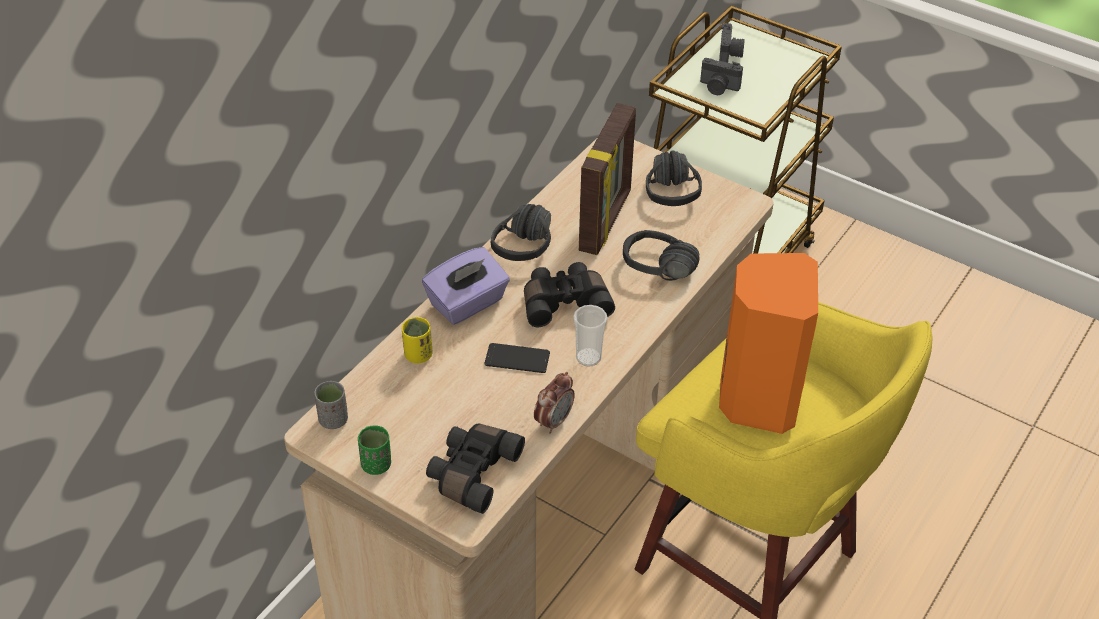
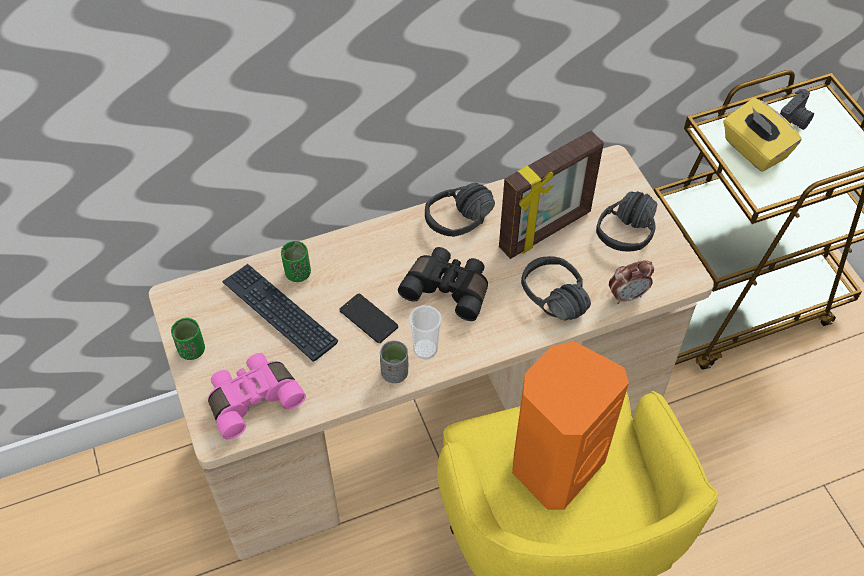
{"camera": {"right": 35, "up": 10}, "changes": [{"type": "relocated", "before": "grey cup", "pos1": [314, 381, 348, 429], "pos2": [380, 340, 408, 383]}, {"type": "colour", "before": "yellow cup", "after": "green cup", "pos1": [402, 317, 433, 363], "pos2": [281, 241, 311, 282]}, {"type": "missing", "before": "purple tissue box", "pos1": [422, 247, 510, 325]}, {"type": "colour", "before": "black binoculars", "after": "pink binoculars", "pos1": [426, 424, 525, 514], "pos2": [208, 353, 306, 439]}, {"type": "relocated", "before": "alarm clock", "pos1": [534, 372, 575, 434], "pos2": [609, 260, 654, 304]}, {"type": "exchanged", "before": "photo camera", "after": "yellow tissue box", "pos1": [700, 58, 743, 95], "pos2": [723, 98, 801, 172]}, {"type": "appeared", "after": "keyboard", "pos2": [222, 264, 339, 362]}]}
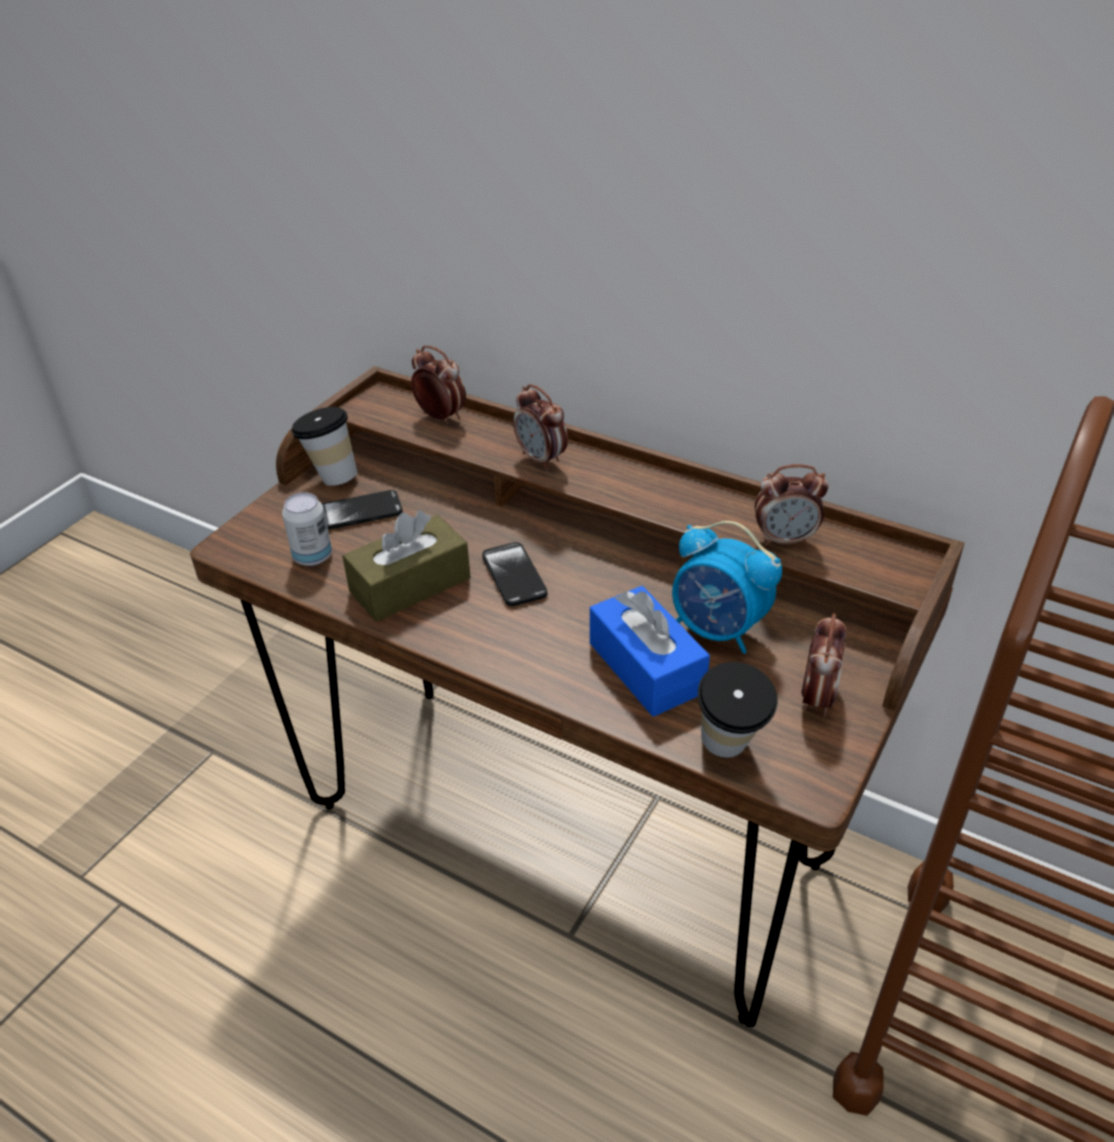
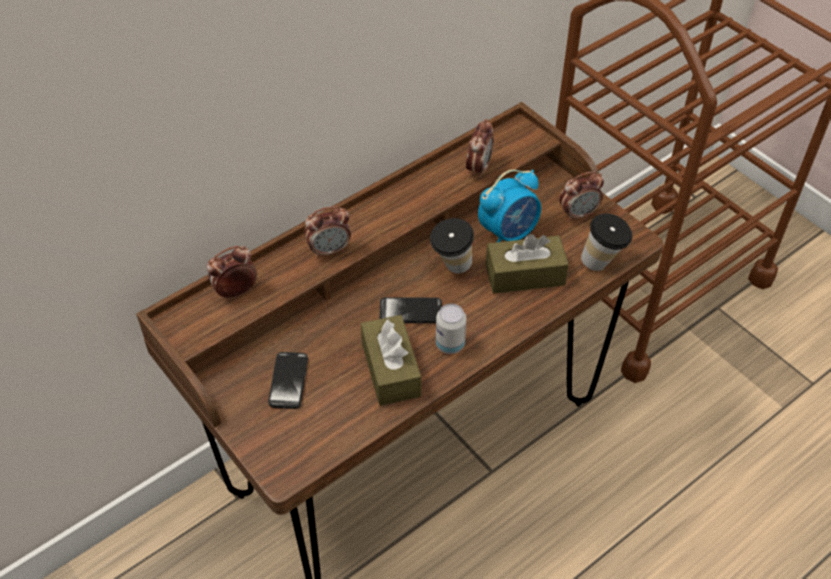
{"camera": {"right": -70, "up": 10}, "changes": [{"type": "relocated", "before": "can", "pos1": [282, 492, 332, 566], "pos2": [436, 304, 466, 354]}, {"type": "relocated", "before": "cup", "pos1": [291, 407, 357, 486], "pos2": [430, 218, 474, 273]}, {"type": "colour", "before": "blue tissue box", "after": "brown tissue box", "pos1": [590, 586, 710, 717], "pos2": [485, 234, 569, 294]}, {"type": "spun", "before": "alarm clock", "pos1": [802, 613, 846, 717], "pos2": [559, 172, 604, 221], "turn": 120}]}
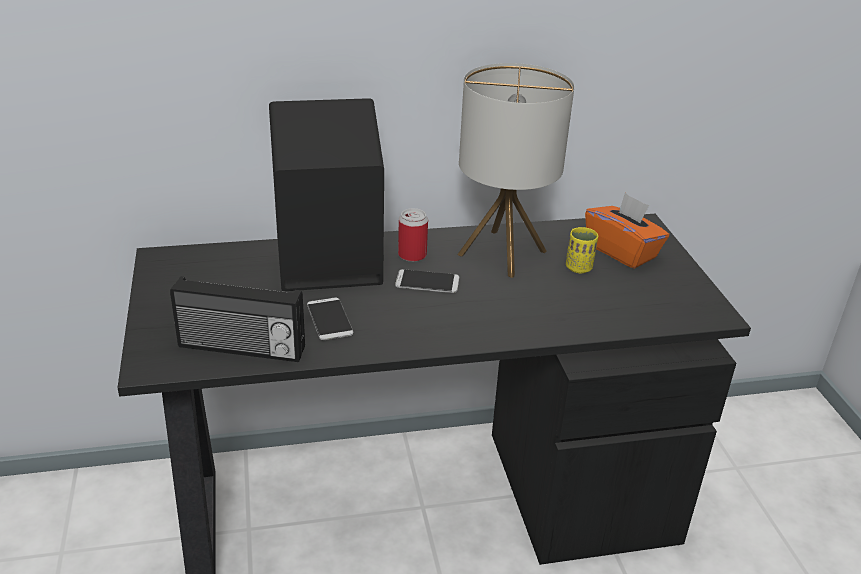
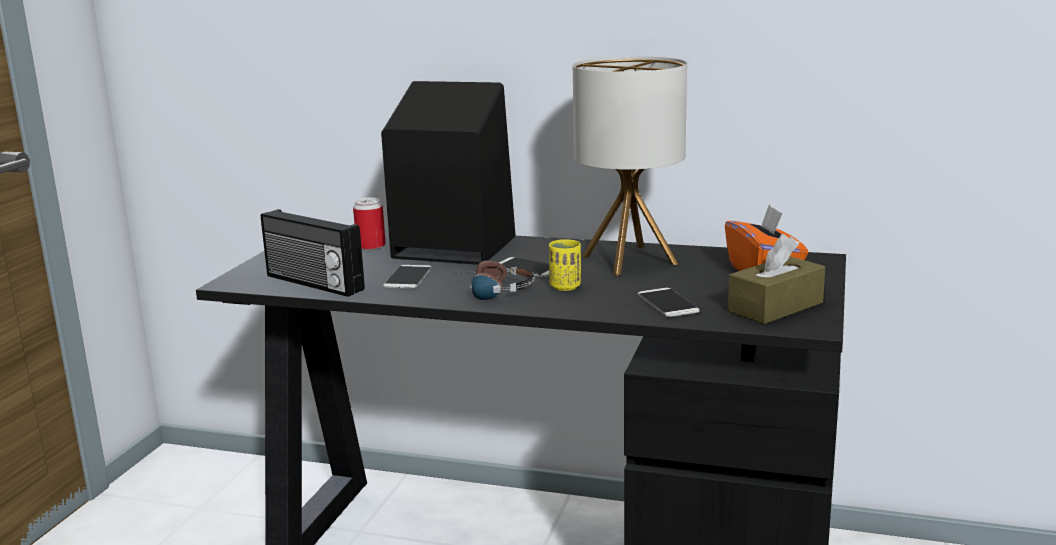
{"camera": {"right": 30, "up": -15}, "changes": [{"type": "relocated", "before": "can", "pos1": [398, 208, 428, 262], "pos2": [353, 198, 386, 250]}, {"type": "relocated", "before": "yellow cup", "pos1": [566, 227, 598, 273], "pos2": [549, 239, 581, 291]}, {"type": "appeared", "after": "headphones", "pos2": [449, 260, 535, 300]}, {"type": "appeared", "after": "phone", "pos2": [638, 288, 700, 317]}, {"type": "appeared", "after": "brown tissue box", "pos2": [728, 234, 825, 324]}]}
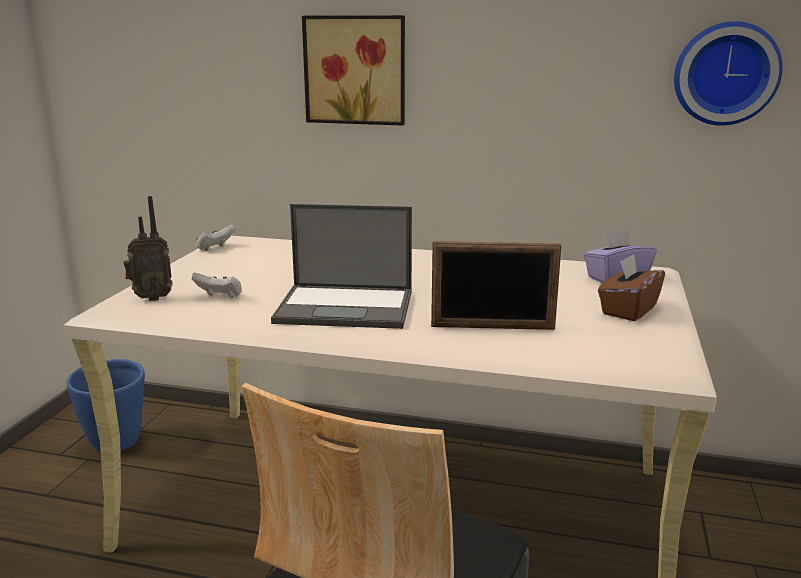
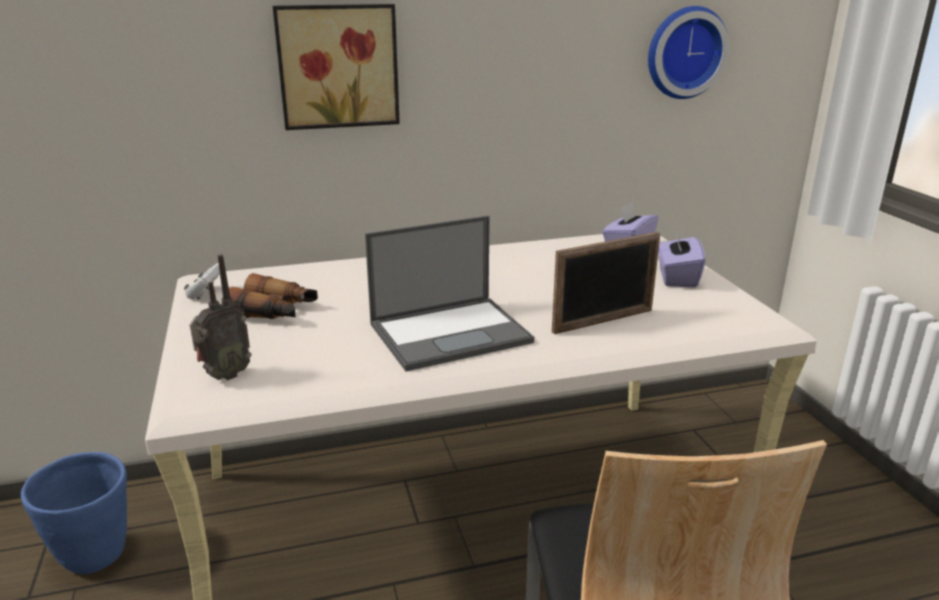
{"camera": {"right": -30, "up": 5}, "changes": [{"type": "missing", "before": "white game controller", "pos1": [192, 272, 242, 298]}, {"type": "colour", "before": "brown tissue box", "after": "purple tissue box", "pos1": [598, 254, 665, 321], "pos2": [658, 227, 705, 288]}, {"type": "appeared", "after": "binoculars", "pos2": [229, 273, 318, 319]}]}
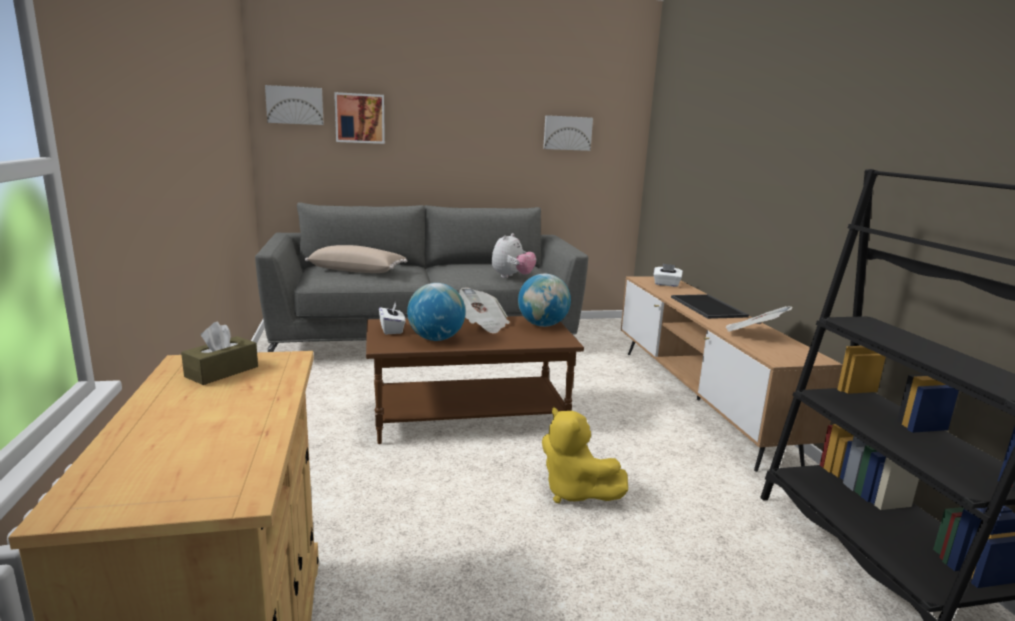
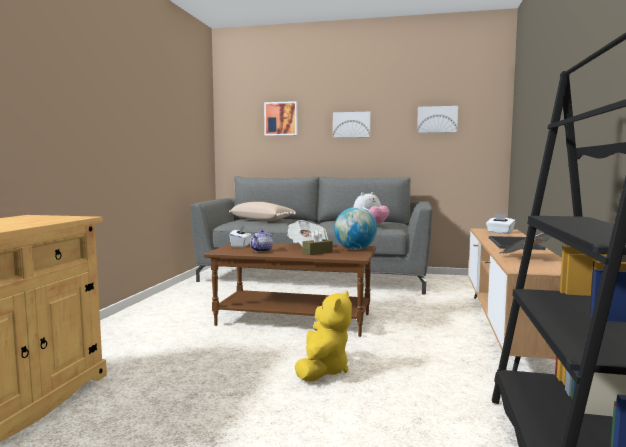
{"camera": {"right": 25, "up": -10}, "changes": [{"type": "relocated", "before": "brown tissue box", "pos1": [181, 322, 258, 385], "pos2": [303, 230, 333, 255]}, {"type": "relocated", "before": "picture", "pos1": [265, 85, 324, 125], "pos2": [333, 112, 371, 138]}, {"type": "exchanged", "before": "globe", "after": "teapot", "pos1": [407, 283, 466, 341], "pos2": [250, 230, 273, 252]}, {"type": "spun", "before": "yellow plush toy", "pos1": [542, 407, 628, 503], "pos2": [295, 291, 352, 382], "turn": -150}]}
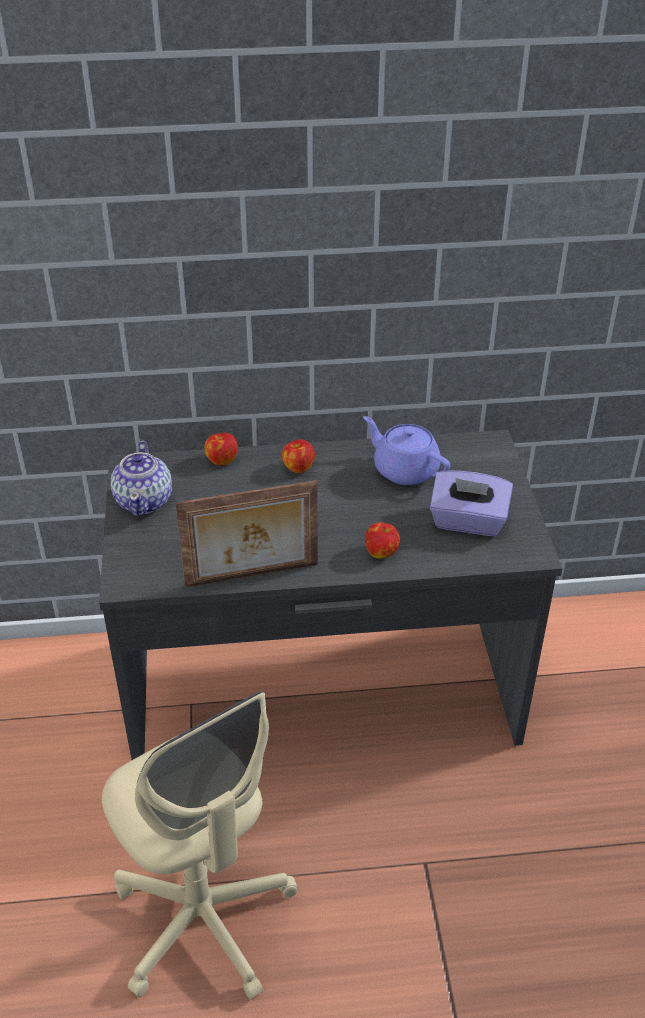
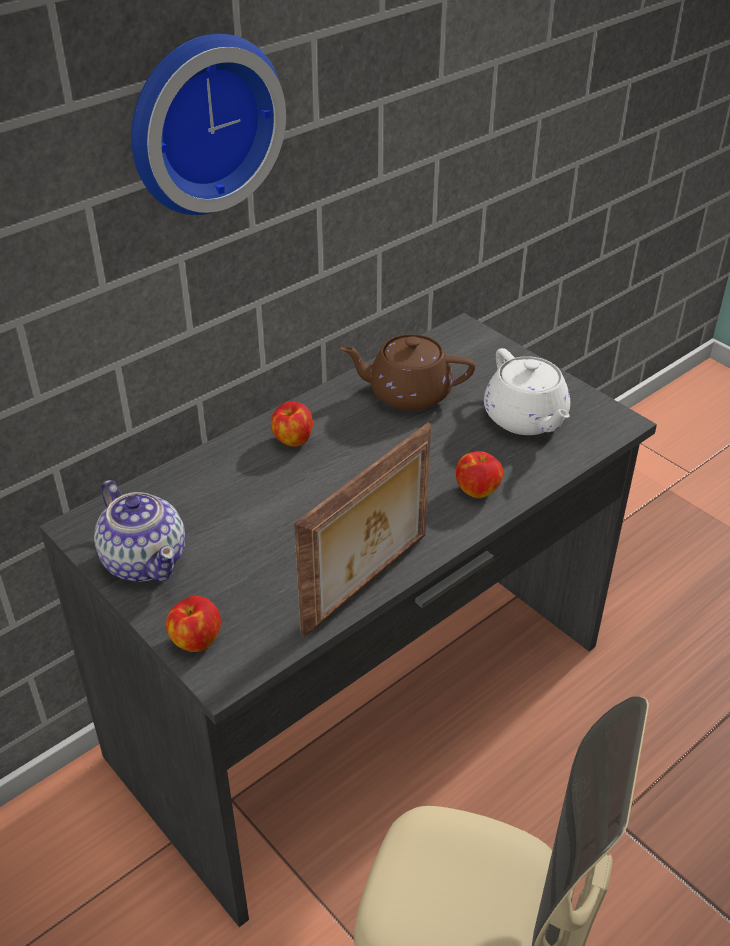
{"camera": {"right": -35, "up": 0}, "changes": [{"type": "relocated", "before": "apple", "pos1": [204, 433, 238, 466], "pos2": [166, 596, 221, 652]}, {"type": "colour", "before": "purple teapot", "after": "brown teapot", "pos1": [363, 416, 450, 485], "pos2": [340, 334, 475, 411]}, {"type": "exchanged", "before": "purple tissue box", "after": "white teapot", "pos1": [430, 470, 513, 536], "pos2": [484, 348, 570, 435]}, {"type": "appeared", "after": "wall clock", "pos2": [131, 34, 286, 215]}]}
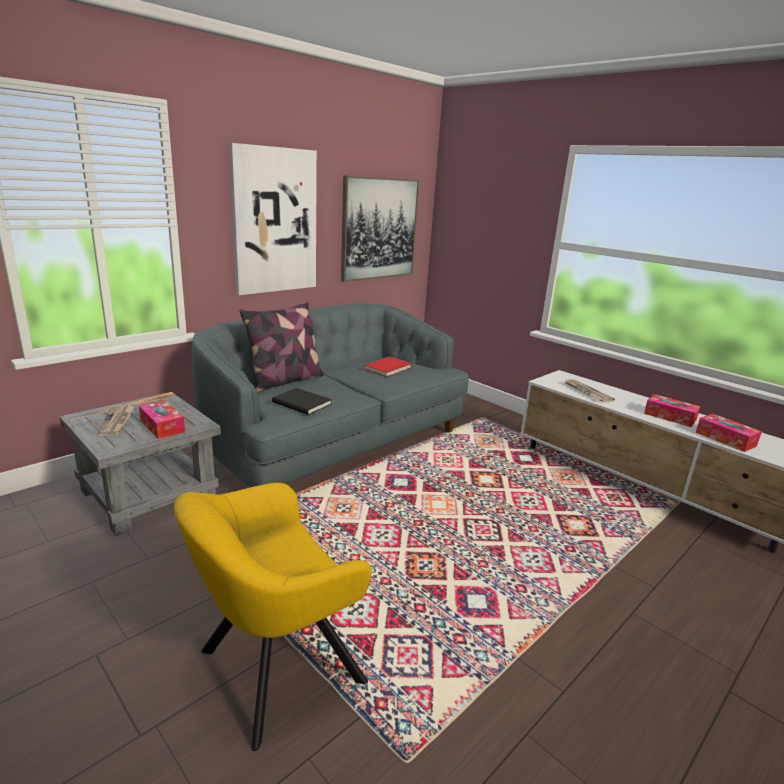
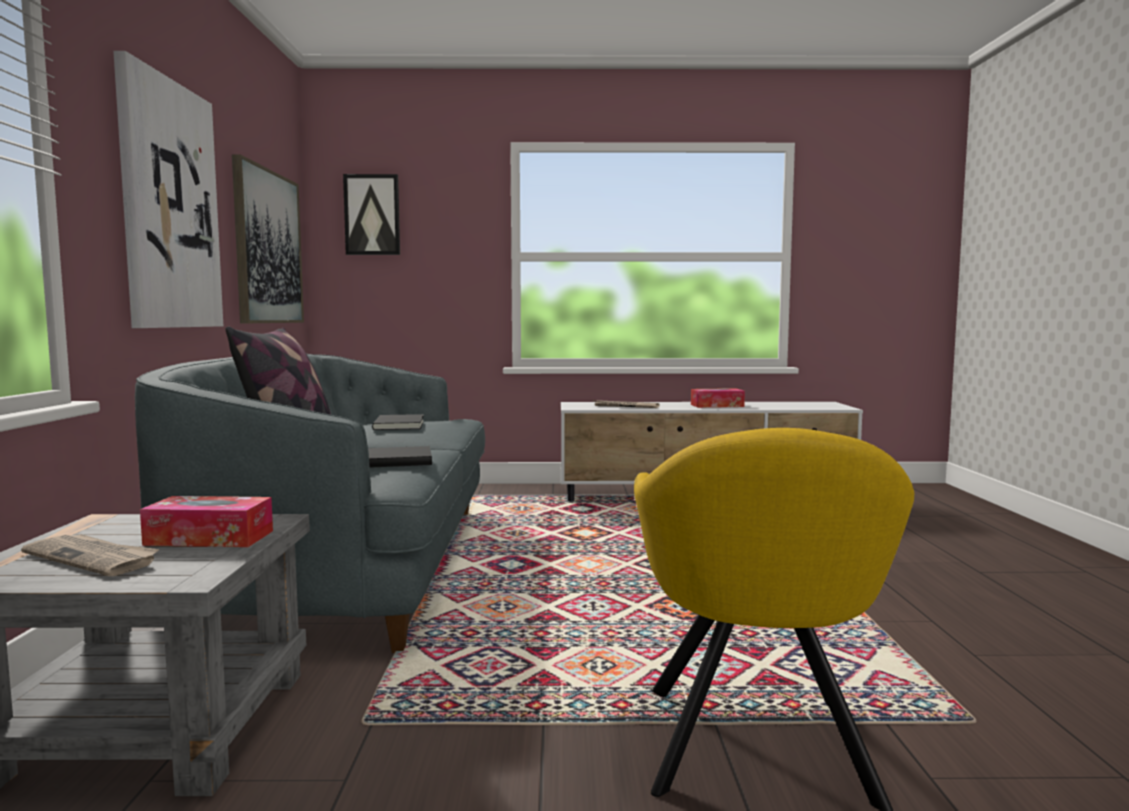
{"camera": {"right": -45, "up": -15}, "changes": [{"type": "colour", "before": "red book", "after": "black book", "pos1": [364, 357, 412, 377], "pos2": [372, 414, 424, 430]}, {"type": "missing", "before": "tissue box", "pos1": [696, 413, 762, 452]}, {"type": "appeared", "after": "picture", "pos2": [343, 174, 400, 255]}]}
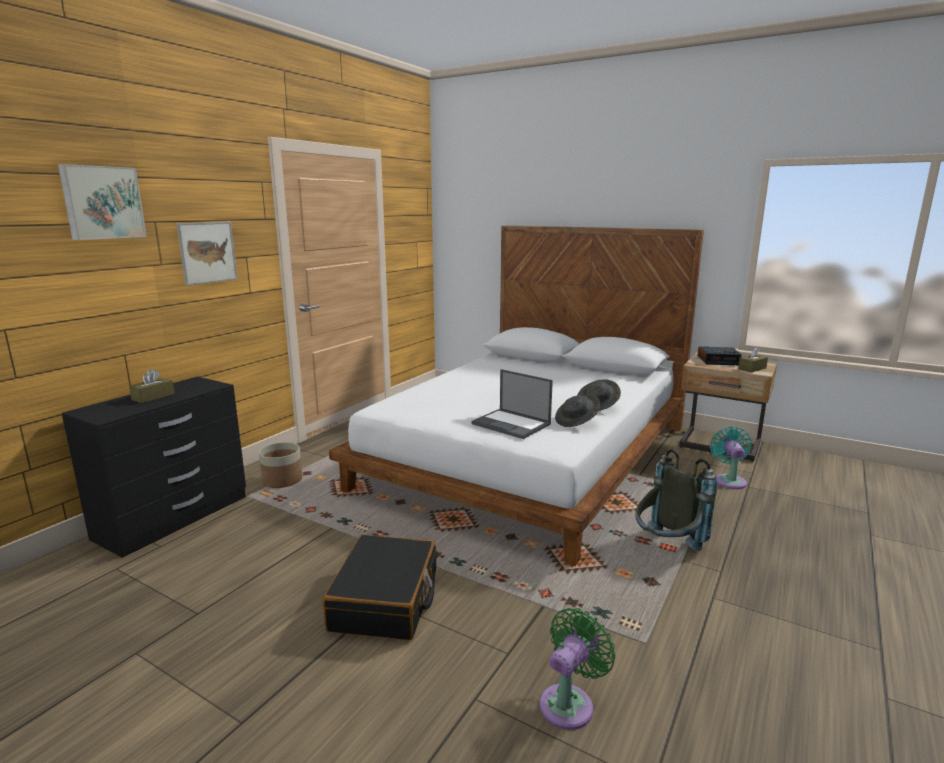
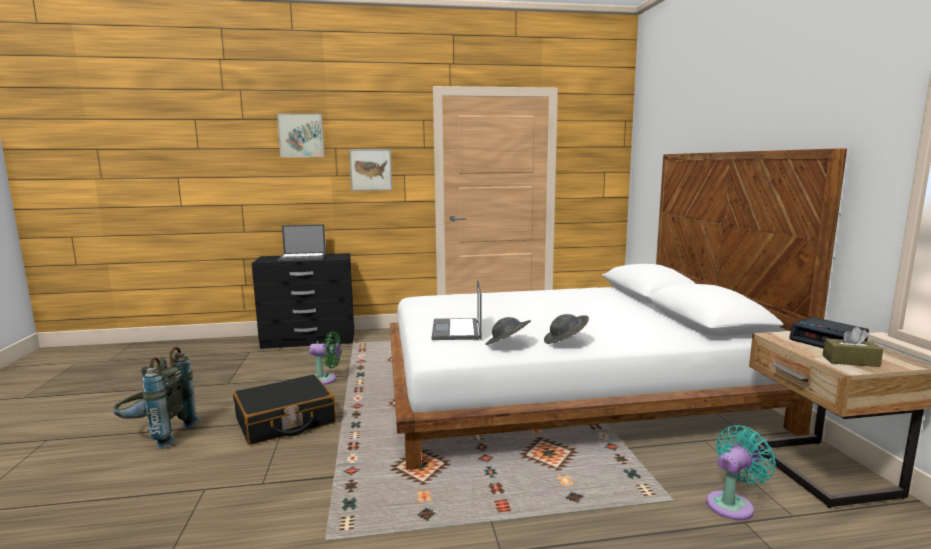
{"camera": {"right": 50, "up": -5}, "changes": [{"type": "exchanged", "before": "brown tissue box", "after": "laptop", "pos1": [129, 369, 175, 403], "pos2": [278, 224, 326, 261]}, {"type": "missing", "before": "planter", "pos1": [259, 442, 302, 488]}, {"type": "relocated", "before": "green fan", "pos1": [540, 608, 616, 730], "pos2": [309, 332, 341, 385]}, {"type": "relocated", "before": "grey backpack", "pos1": [635, 449, 717, 551], "pos2": [113, 347, 199, 449]}]}
